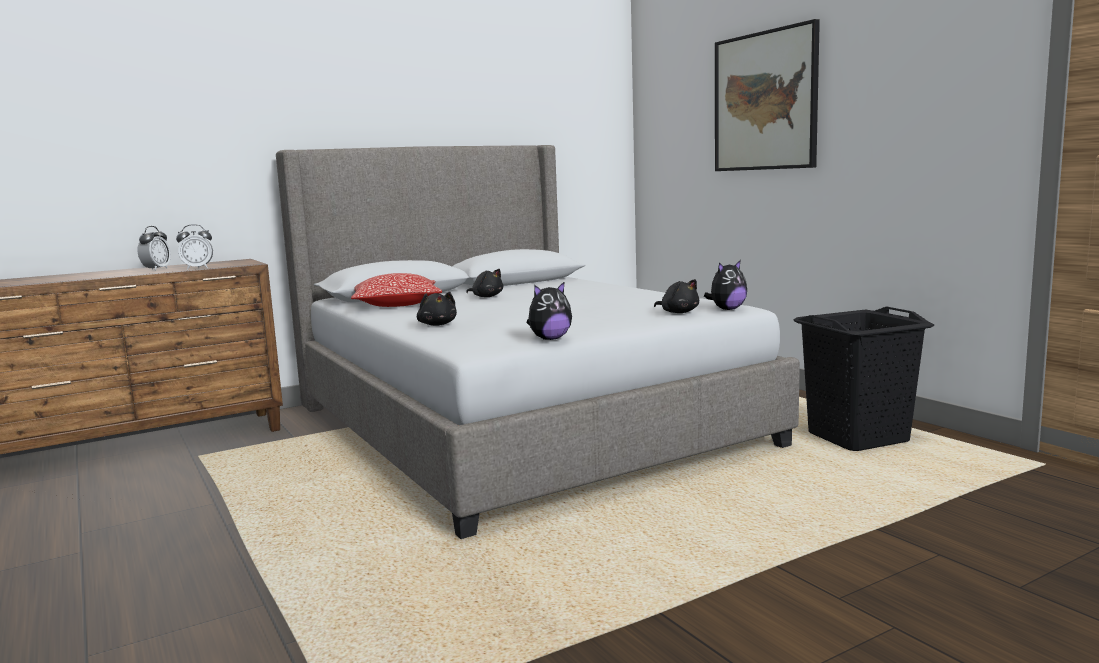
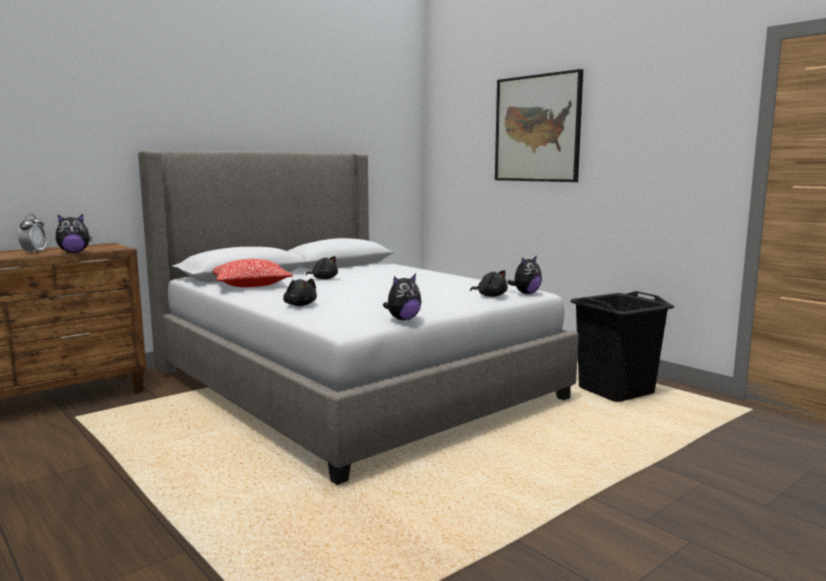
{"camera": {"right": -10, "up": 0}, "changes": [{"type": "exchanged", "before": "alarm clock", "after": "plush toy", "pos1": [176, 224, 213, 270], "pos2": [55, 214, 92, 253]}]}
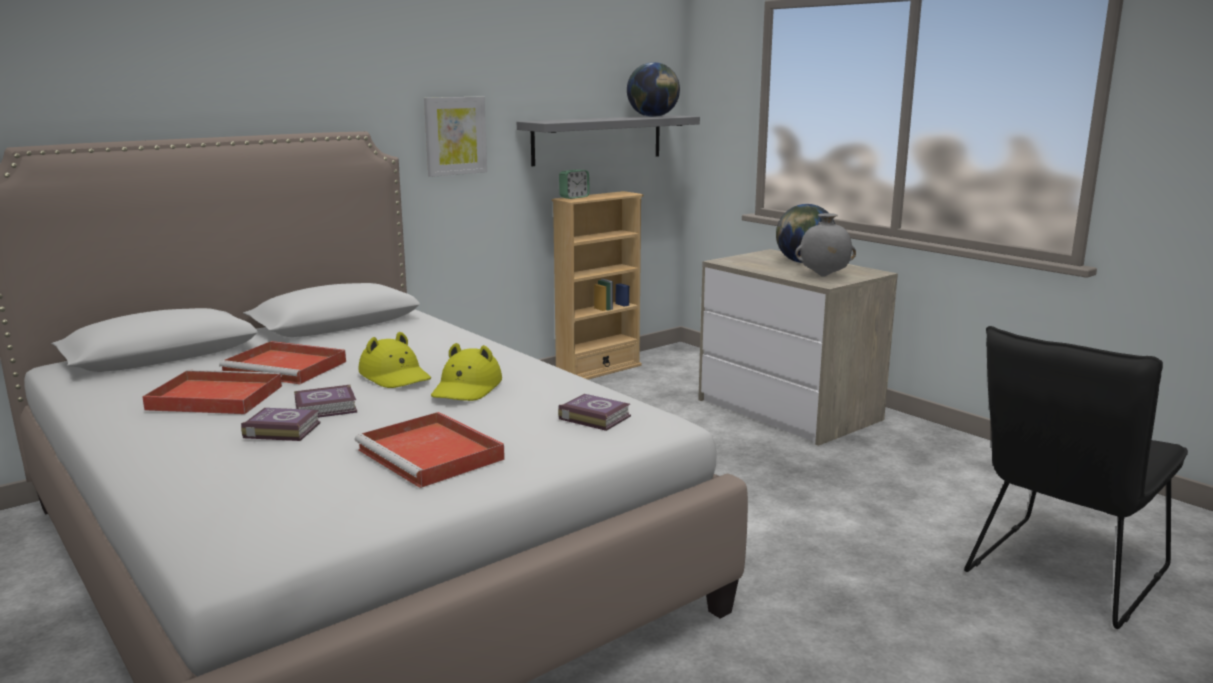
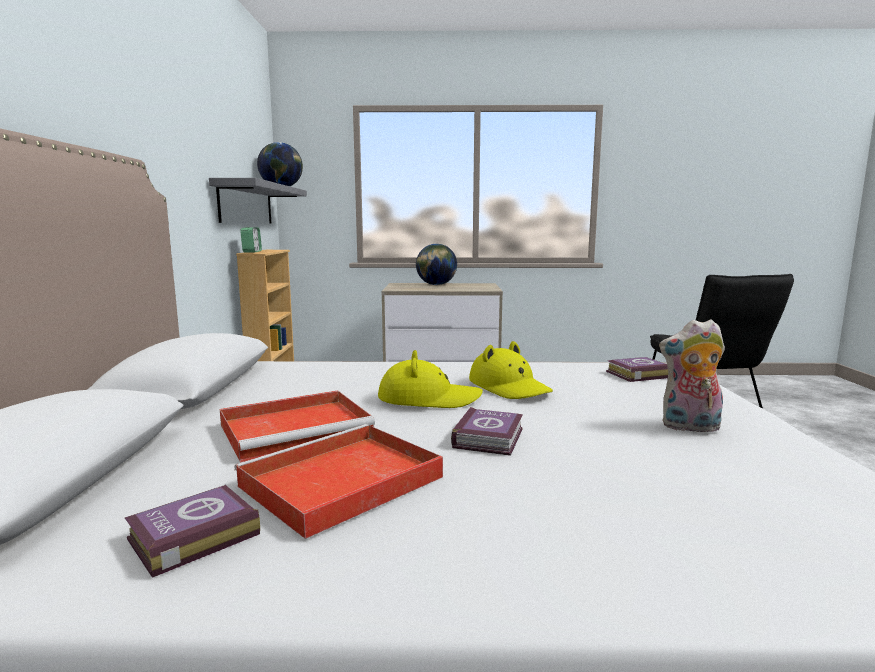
{"camera": {"right": -50, "up": -5}, "changes": [{"type": "relocated", "before": "book", "pos1": [241, 408, 321, 441], "pos2": [125, 485, 260, 578]}, {"type": "exchanged", "before": "red tray", "after": "plush toy", "pos1": [355, 412, 505, 488], "pos2": [659, 319, 725, 432]}, {"type": "missing", "before": "picture", "pos1": [424, 96, 487, 177]}, {"type": "missing", "before": "grey vase", "pos1": [795, 213, 856, 277]}]}
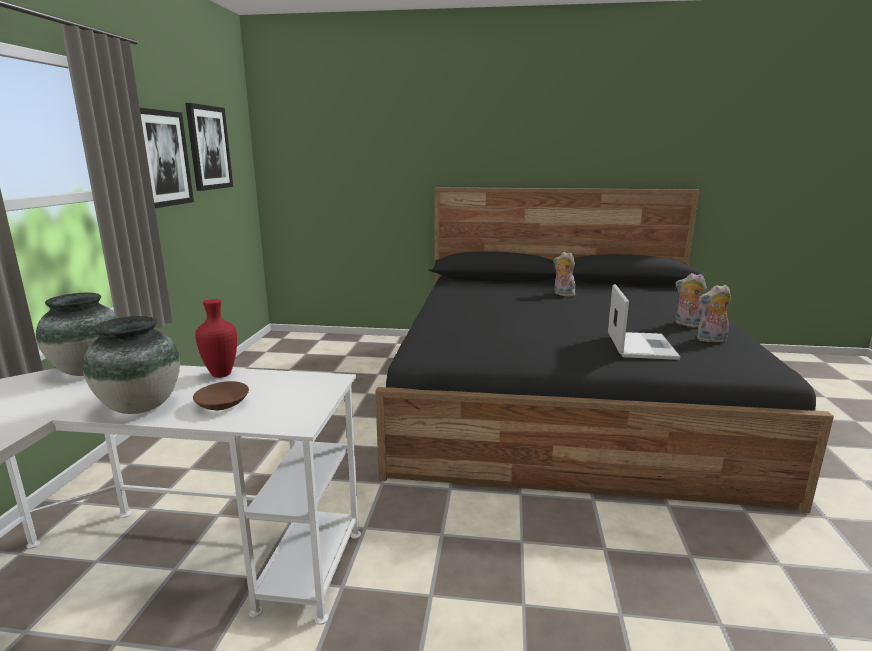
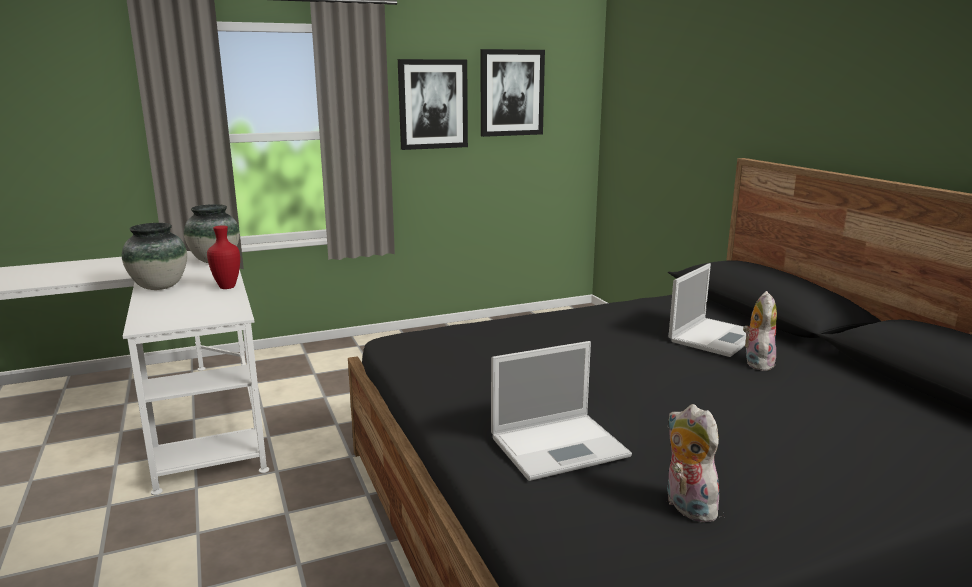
{"camera": {"right": 60, "up": 0}, "changes": [{"type": "missing", "before": "brown bowl", "pos1": [193, 381, 249, 410]}, {"type": "missing", "before": "plush toy", "pos1": [676, 273, 707, 328]}, {"type": "appeared", "after": "laptop", "pos2": [669, 263, 746, 357]}]}
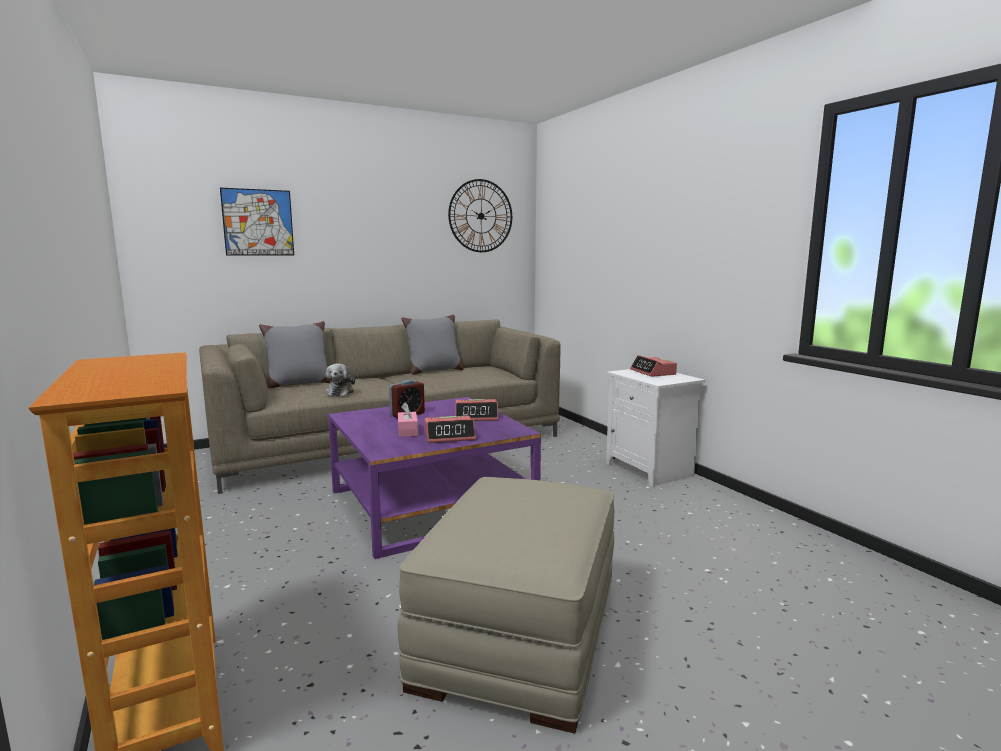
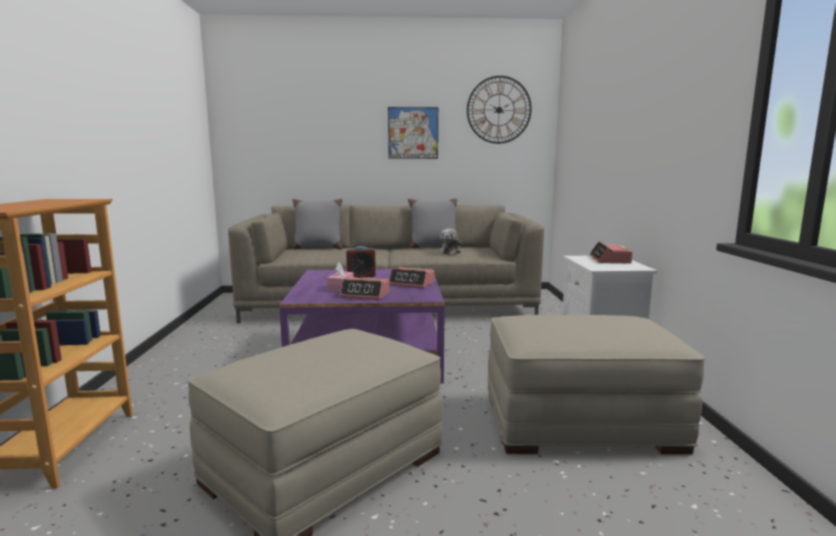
{"camera": {"right": 25, "up": 0}, "changes": [{"type": "relocated", "before": "picture", "pos1": [220, 188, 294, 256], "pos2": [388, 107, 438, 159]}, {"type": "relocated", "before": "plush toy", "pos1": [325, 364, 355, 396], "pos2": [439, 229, 462, 255]}, {"type": "appeared", "after": "beige ottoman", "pos2": [487, 314, 705, 454]}]}
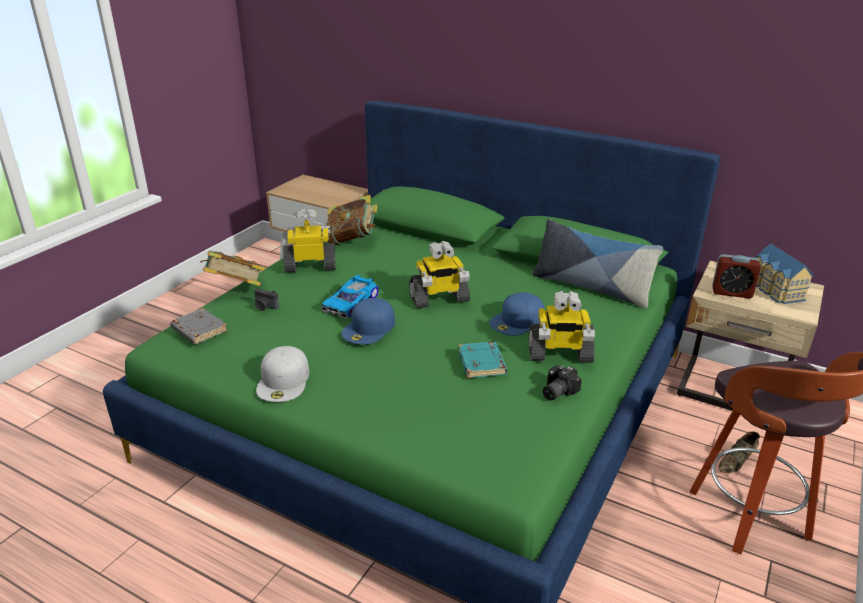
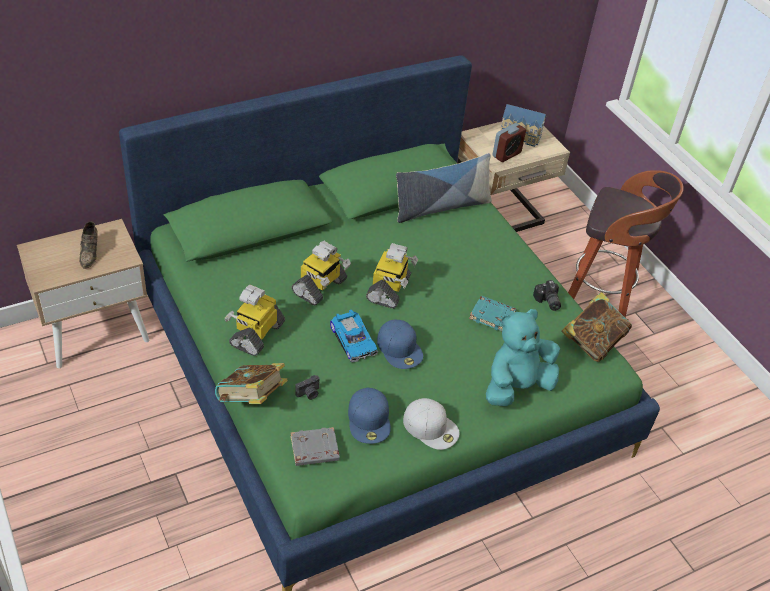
{"camera": {"right": -60, "up": 15}, "changes": [{"type": "relocated", "before": "book", "pos1": [326, 195, 378, 245], "pos2": [561, 292, 632, 362]}, {"type": "relocated", "before": "blue cap", "pos1": [489, 292, 545, 336], "pos2": [348, 388, 391, 444]}, {"type": "relocated", "before": "toy robot", "pos1": [528, 291, 595, 363], "pos2": [292, 241, 351, 306]}, {"type": "relocated", "before": "brown shoe", "pos1": [719, 431, 760, 473], "pos2": [79, 221, 98, 269]}, {"type": "appeared", "after": "turquoise plush toy", "pos2": [486, 309, 560, 406]}]}
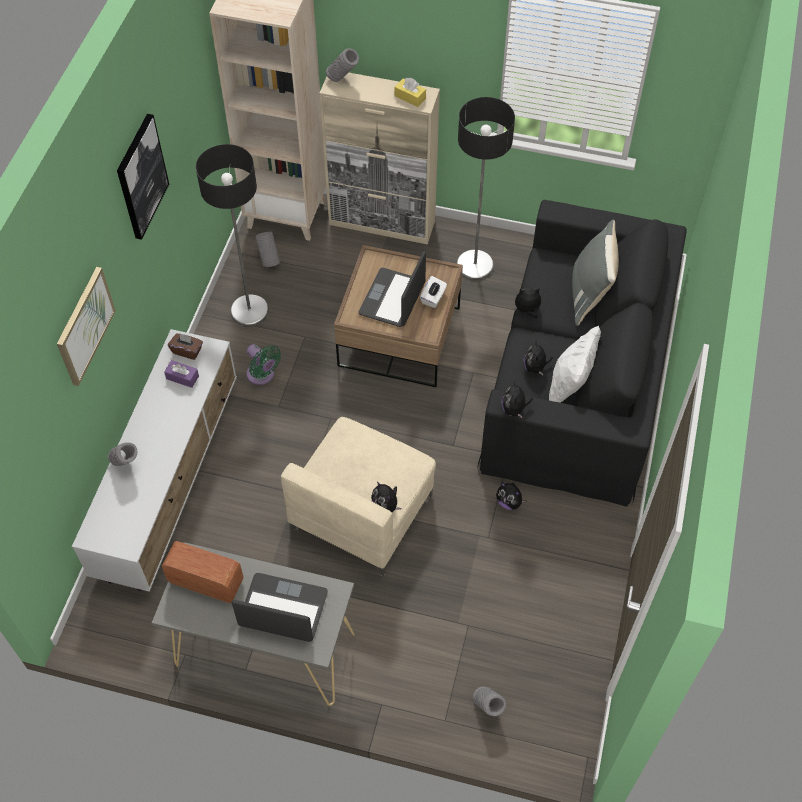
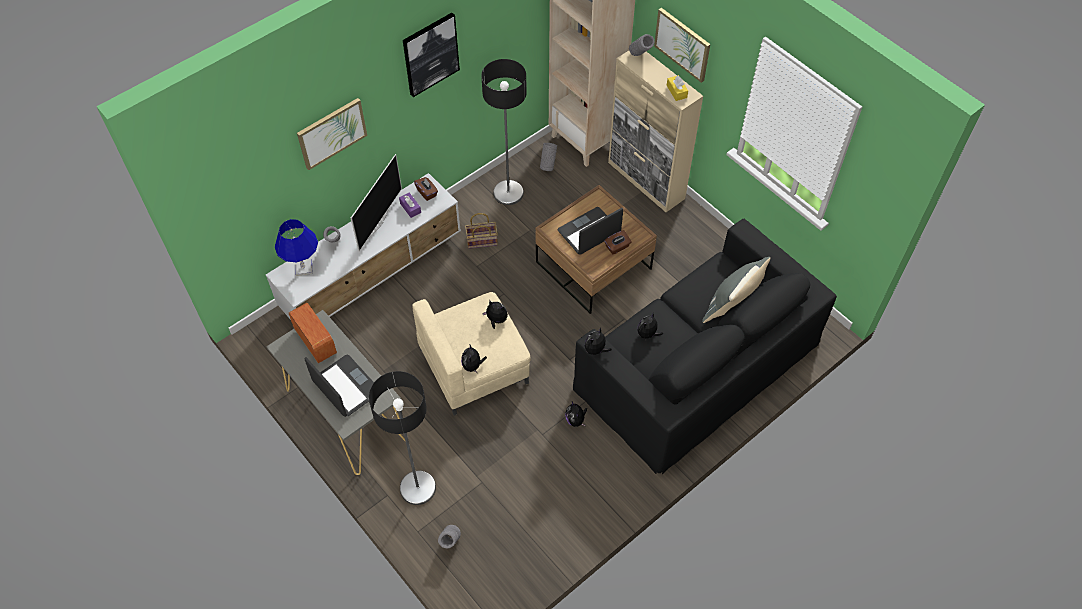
{"camera": {"right": 35, "up": 0}, "changes": [{"type": "exchanged", "before": "green fan", "after": "basket", "pos1": [246, 344, 281, 385], "pos2": [465, 213, 498, 249]}, {"type": "colour", "before": "white tissue box", "after": "brown tissue box", "pos1": [420, 276, 447, 308], "pos2": [604, 230, 631, 254]}, {"type": "relocated", "before": "floor lamp", "pos1": [457, 97, 515, 280], "pos2": [369, 371, 436, 505]}, {"type": "relocated", "before": "plush toy", "pos1": [514, 287, 541, 318], "pos2": [482, 300, 508, 329]}, {"type": "missing", "before": "white pillow", "pos1": [549, 326, 601, 403]}, {"type": "appeared", "after": "blue table lamp", "pos2": [275, 219, 318, 276]}, {"type": "appeared", "after": "television", "pos2": [351, 154, 402, 251]}, {"type": "appeared", "after": "picture", "pos2": [654, 8, 710, 83]}]}
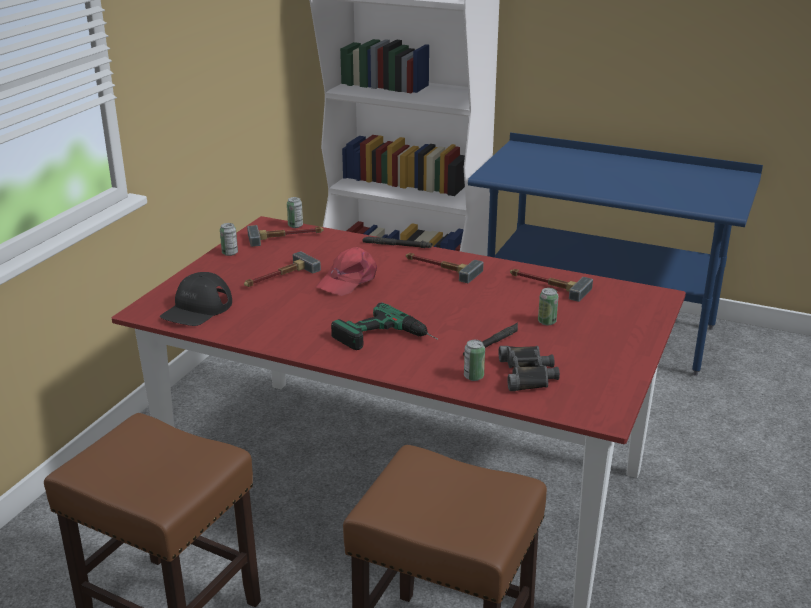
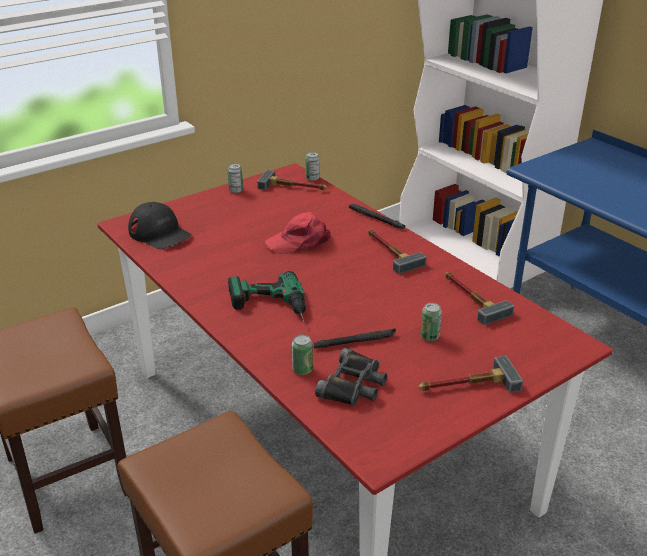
{"camera": {"right": 30, "up": 5}, "changes": [{"type": "spun", "before": "black cap", "pos1": [160, 272, 232, 326], "pos2": [128, 202, 192, 249], "turn": -105}, {"type": "relocated", "before": "hammer", "pos1": [244, 251, 321, 287], "pos2": [419, 356, 523, 393]}]}
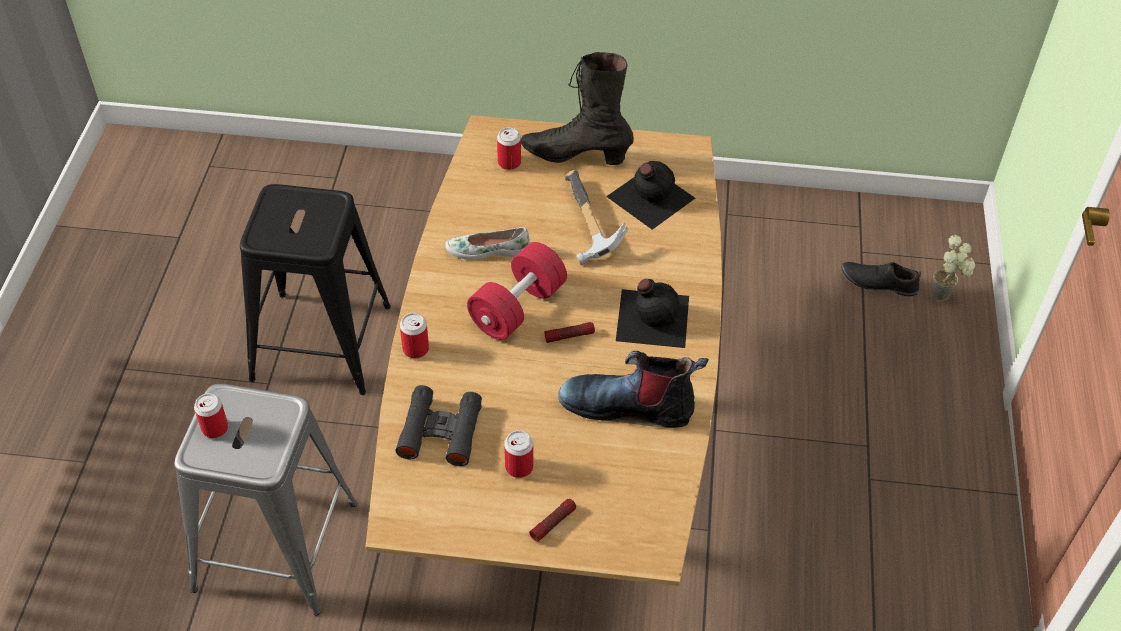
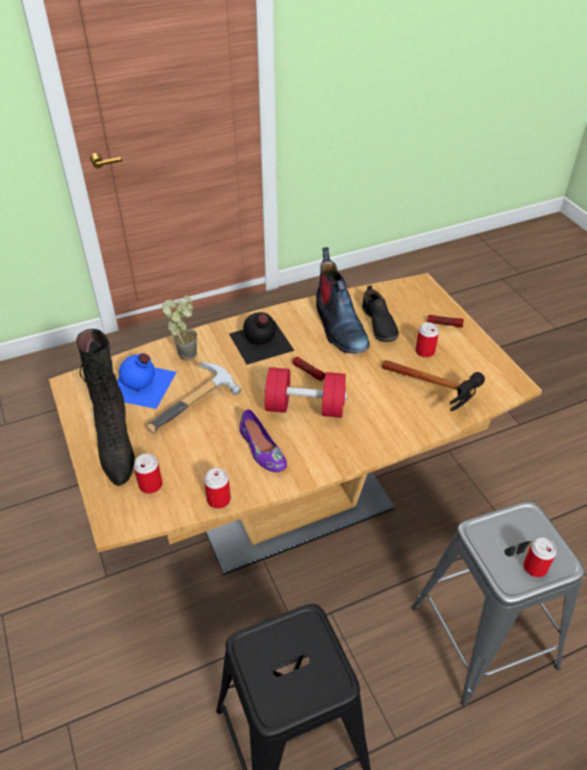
{"camera": {"right": -120, "up": -5}, "changes": [{"type": "exchanged", "before": "black binoculars", "after": "hammer", "pos1": [396, 385, 482, 466], "pos2": [382, 360, 485, 411]}, {"type": "relocated", "before": "can", "pos1": [400, 313, 429, 358], "pos2": [204, 468, 231, 509]}, {"type": "colour", "before": "white shoe", "after": "purple shoe", "pos1": [445, 227, 531, 260], "pos2": [240, 409, 287, 472]}, {"type": "colour", "before": "black bottle", "after": "blue bottle", "pos1": [606, 161, 695, 230], "pos2": [117, 353, 177, 409]}, {"type": "relocated", "before": "black shoe", "pos1": [841, 262, 921, 296], "pos2": [362, 285, 399, 342]}, {"type": "relocated", "before": "potted plant", "pos1": [931, 235, 975, 302], "pos2": [162, 295, 197, 361]}]}
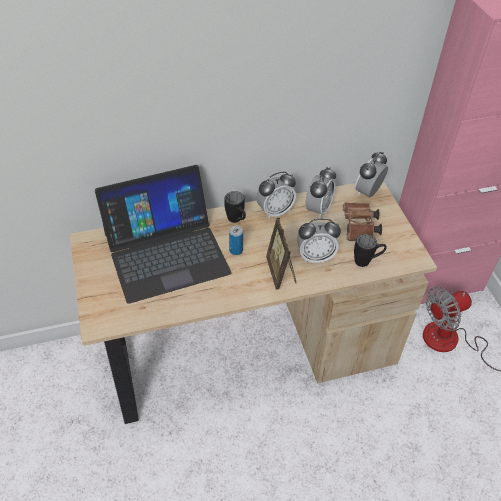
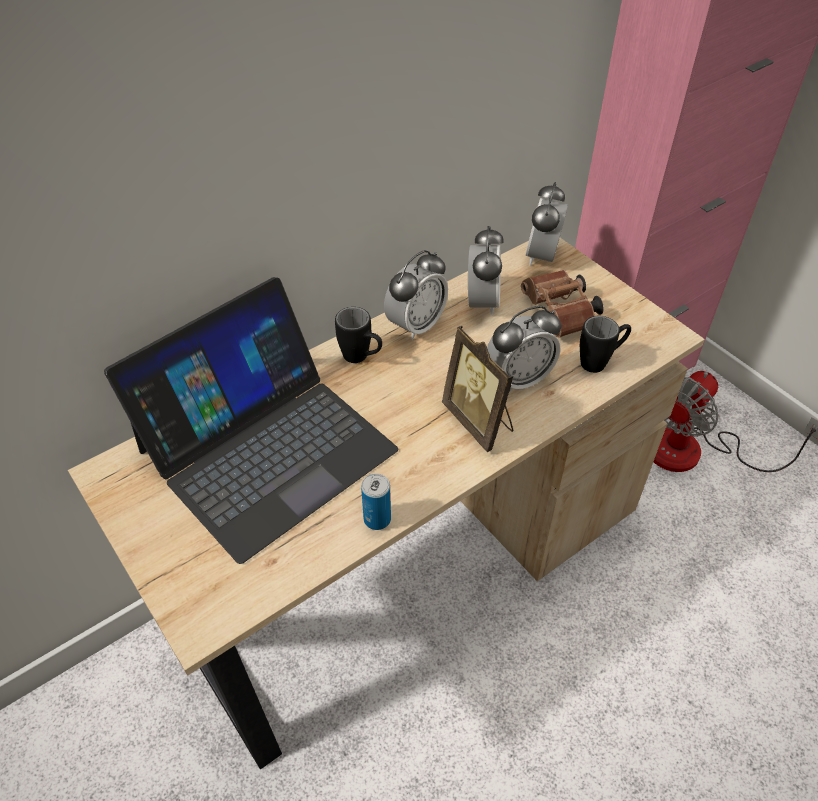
{"camera": {"right": -20, "up": 0}, "changes": [{"type": "relocated", "before": "can", "pos1": [229, 226, 243, 255], "pos2": [361, 473, 391, 530]}]}
